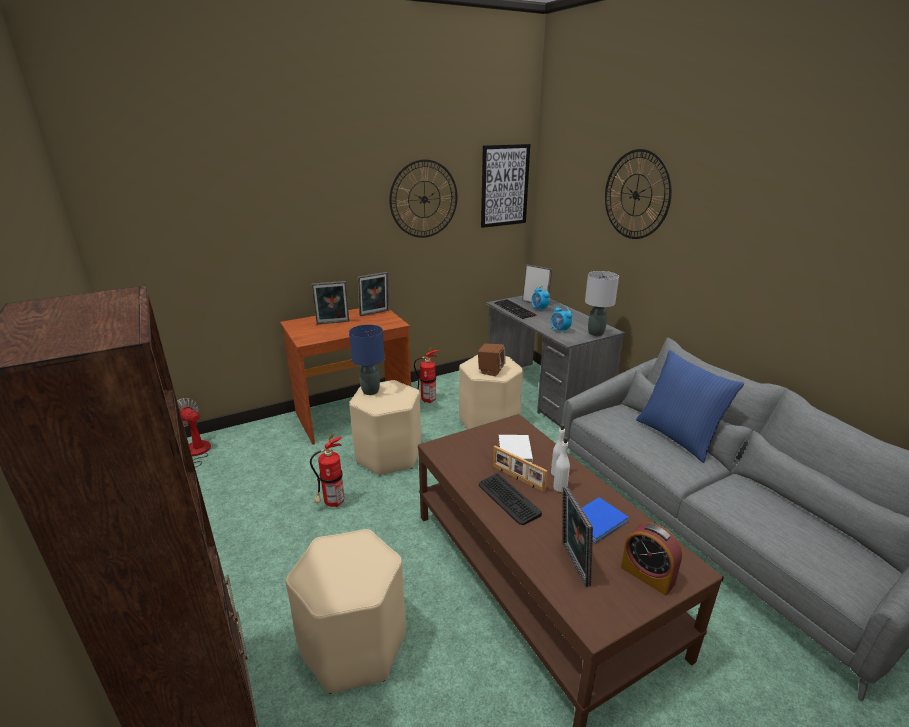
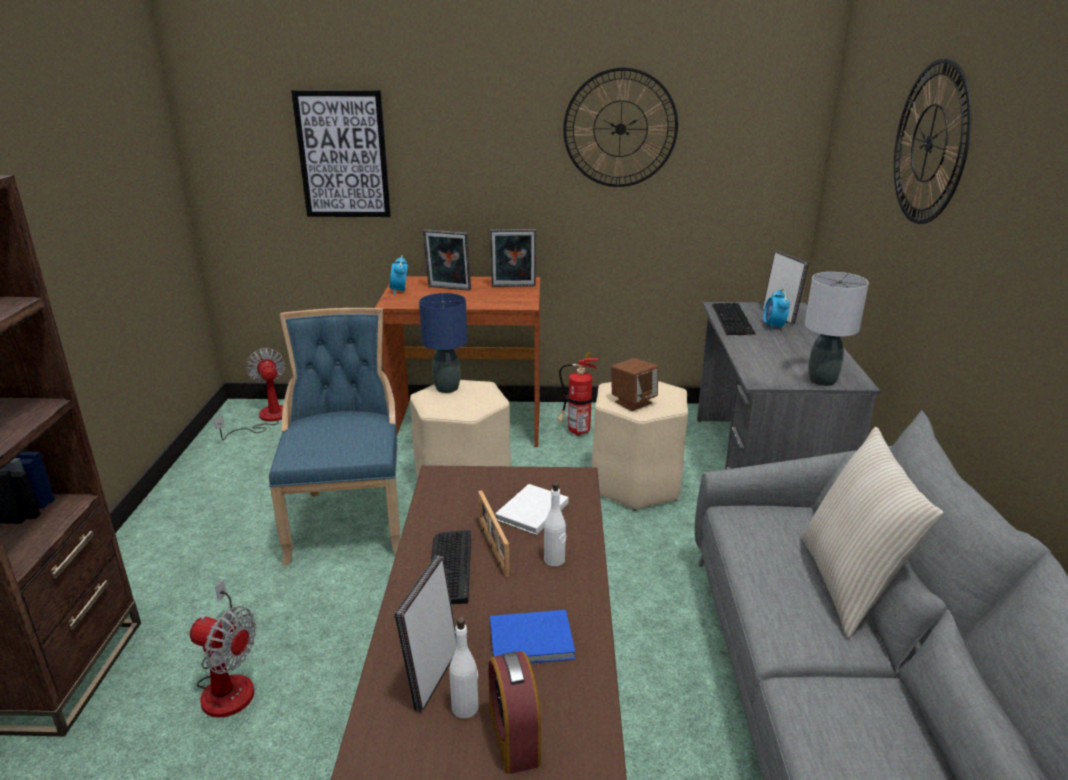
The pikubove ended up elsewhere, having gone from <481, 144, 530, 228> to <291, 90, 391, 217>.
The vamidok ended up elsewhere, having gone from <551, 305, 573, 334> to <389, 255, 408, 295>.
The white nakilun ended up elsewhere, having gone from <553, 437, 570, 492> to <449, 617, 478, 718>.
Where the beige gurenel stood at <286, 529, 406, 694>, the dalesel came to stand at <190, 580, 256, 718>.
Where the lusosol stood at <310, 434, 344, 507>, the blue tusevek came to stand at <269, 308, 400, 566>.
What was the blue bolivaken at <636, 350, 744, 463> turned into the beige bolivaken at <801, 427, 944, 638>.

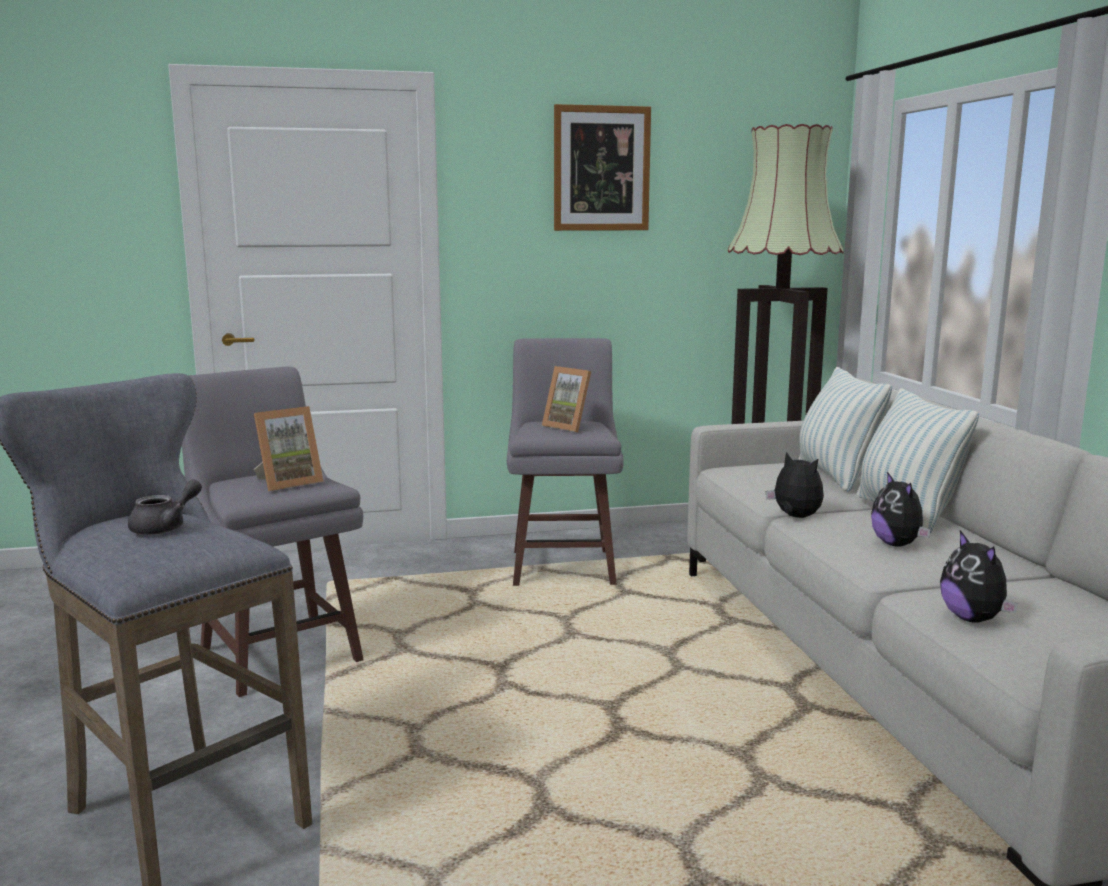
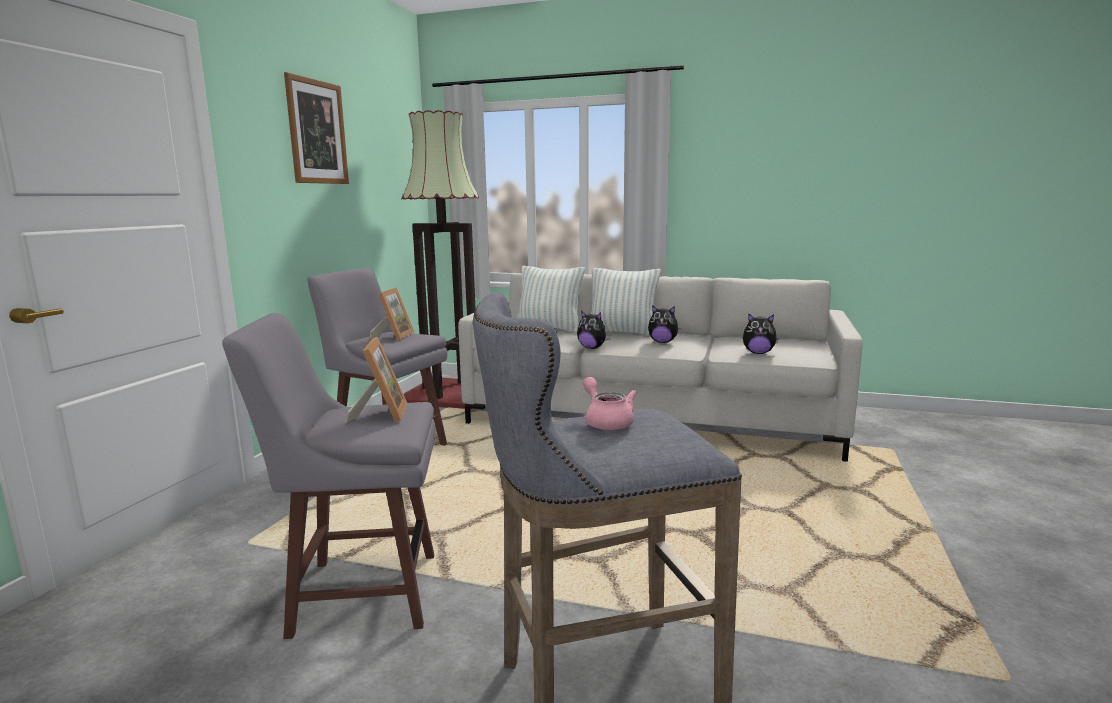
What was the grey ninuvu at <128, 480, 202, 535> turned into the pink ninuvu at <583, 377, 637, 430>.
The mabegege at <542, 366, 591, 432> ended up facing another way, 60 degrees counterclockwise from before.
The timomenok at <766, 452, 824, 518> ended up facing another way, 135 degrees counterclockwise from before.

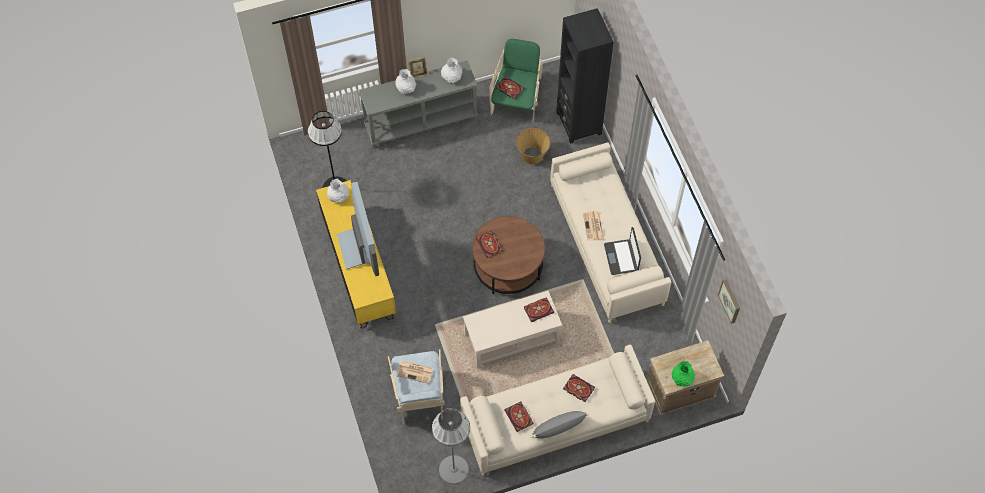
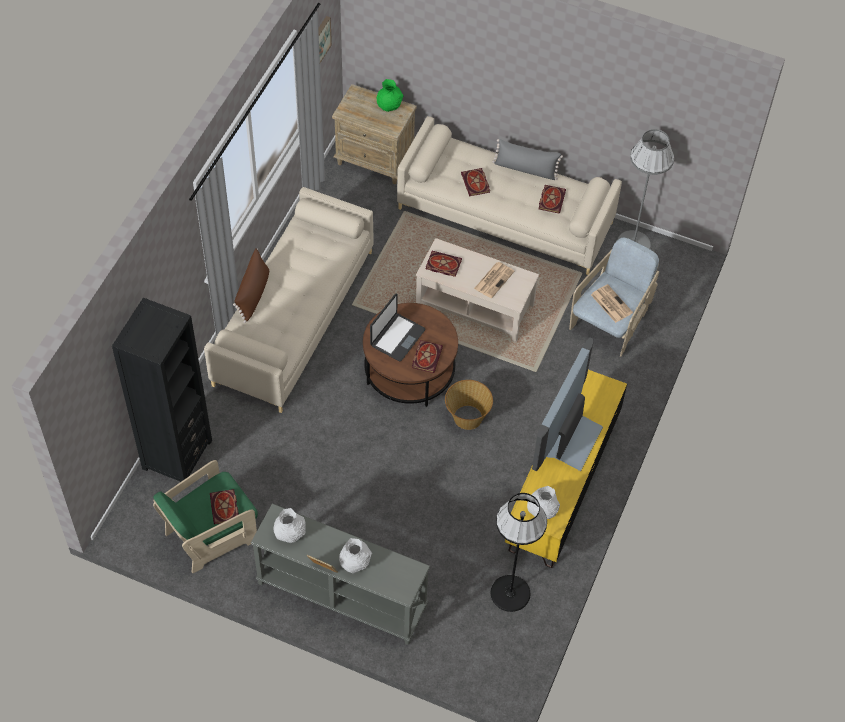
The second view gained the brown bolivaken at <233, 248, 269, 323>.
The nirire ended up elsewhere, having gone from <516, 128, 551, 165> to <445, 380, 493, 430>.
The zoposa ended up elsewhere, having gone from <583, 211, 604, 241> to <474, 262, 515, 298>.
The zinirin ended up elsewhere, having gone from <604, 227, 641, 275> to <370, 294, 425, 362>.

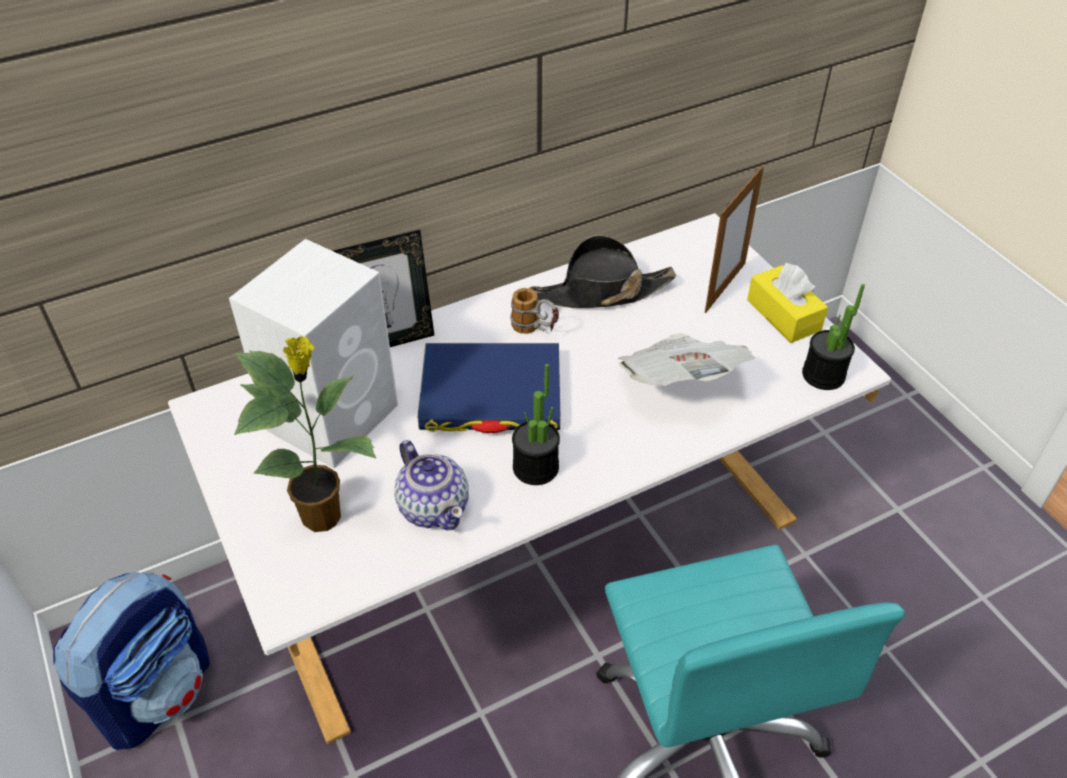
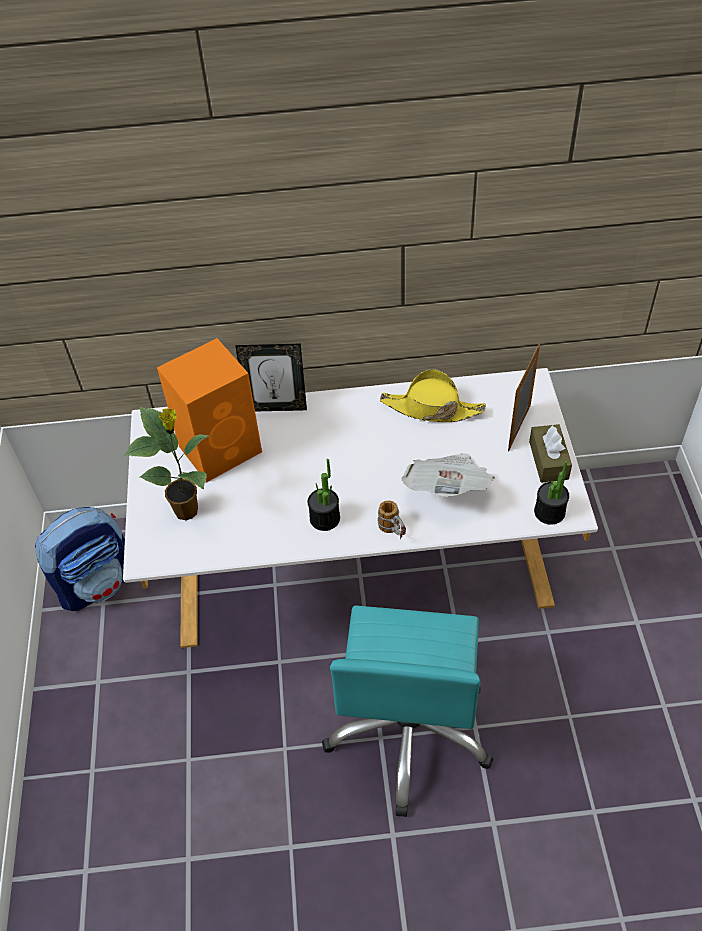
The second view lost the ninuvu at <394, 440, 469, 531>.
The second view lost the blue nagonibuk at <417, 343, 561, 433>.
The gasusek ended up elsewhere, having gone from <510, 288, 559, 334> to <377, 500, 406, 539>.
What was the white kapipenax at <229, 239, 398, 468> turned into the orange kapipenax at <157, 338, 262, 482>.
What was the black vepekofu at <530, 235, 676, 308> turned into the yellow vepekofu at <380, 369, 486, 422>.
What was the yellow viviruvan at <747, 263, 828, 343> turned into the brown viviruvan at <529, 424, 572, 483>.
The mabegege at <705, 165, 764, 313> ended up facing another way, 150 degrees clockwise from before.

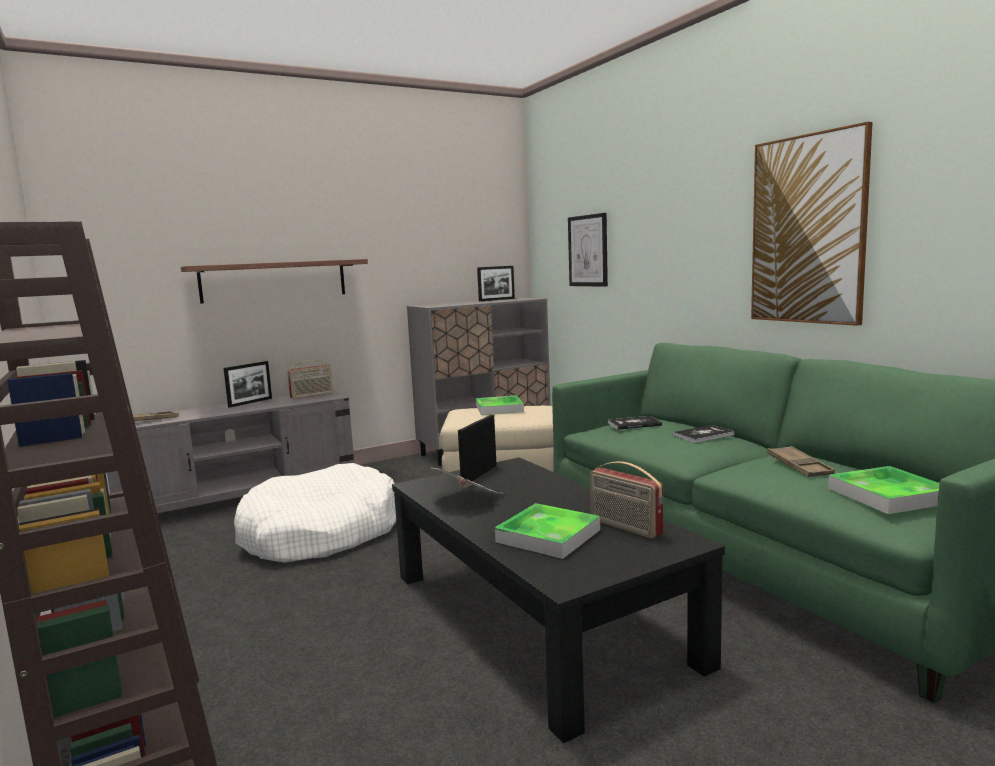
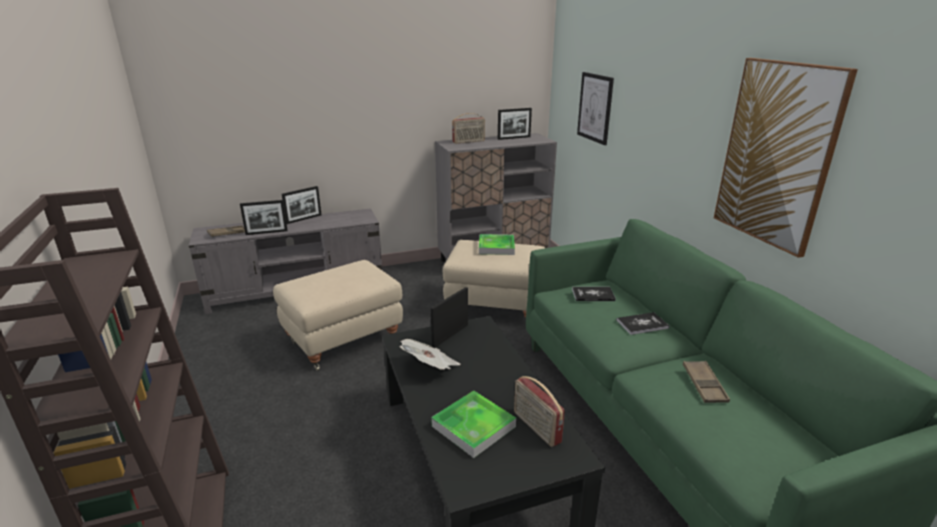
The second view lost the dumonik at <181, 259, 368, 304>.
The second view lost the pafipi at <828, 466, 939, 514>.
The second view gained the mabegege at <240, 200, 288, 235>.
The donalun ended up elsewhere, having gone from <288, 360, 333, 399> to <452, 113, 485, 144>.
Where the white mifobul stood at <234, 463, 396, 563>, the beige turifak came to stand at <273, 260, 403, 371>.

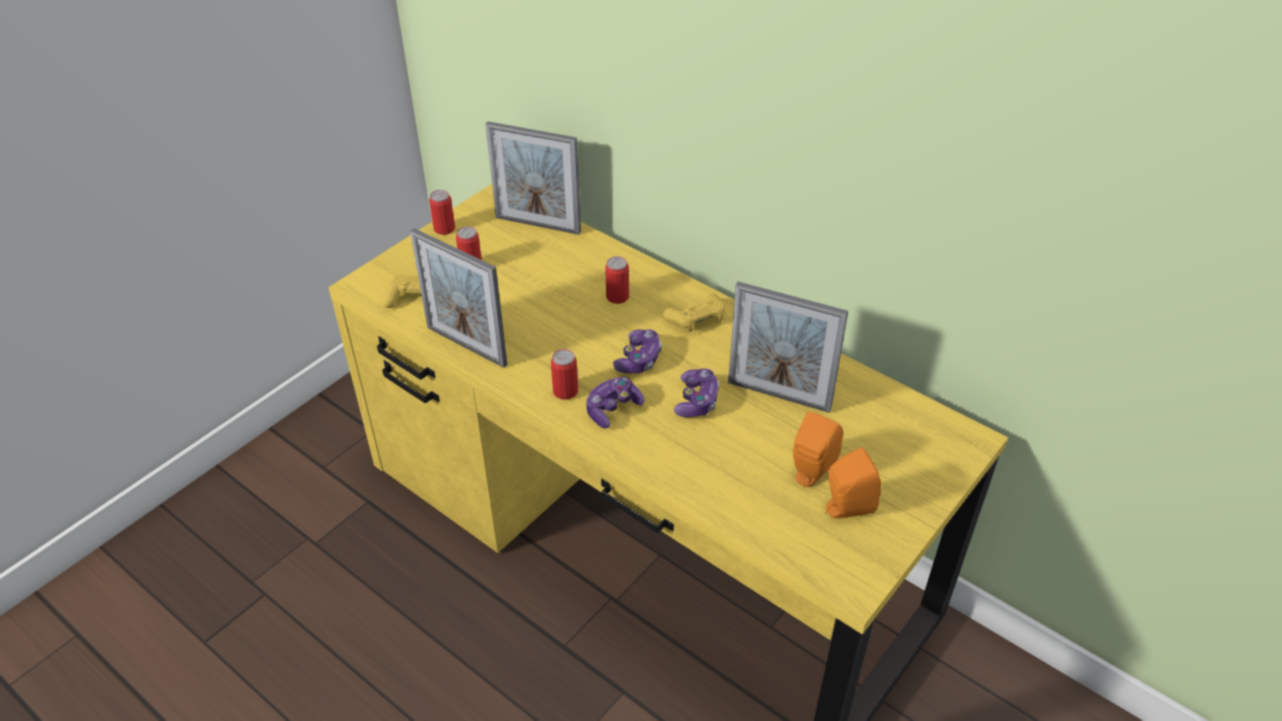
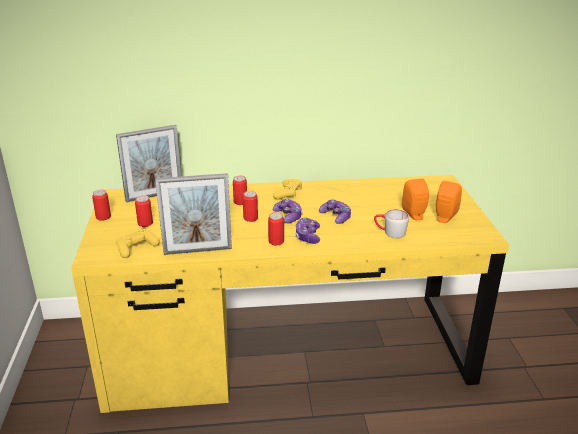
The second view lost the mabegege at <728, 282, 848, 413>.
The second view gained the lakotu at <243, 191, 258, 222>.
The second view gained the grey gasusek at <374, 209, 409, 238>.

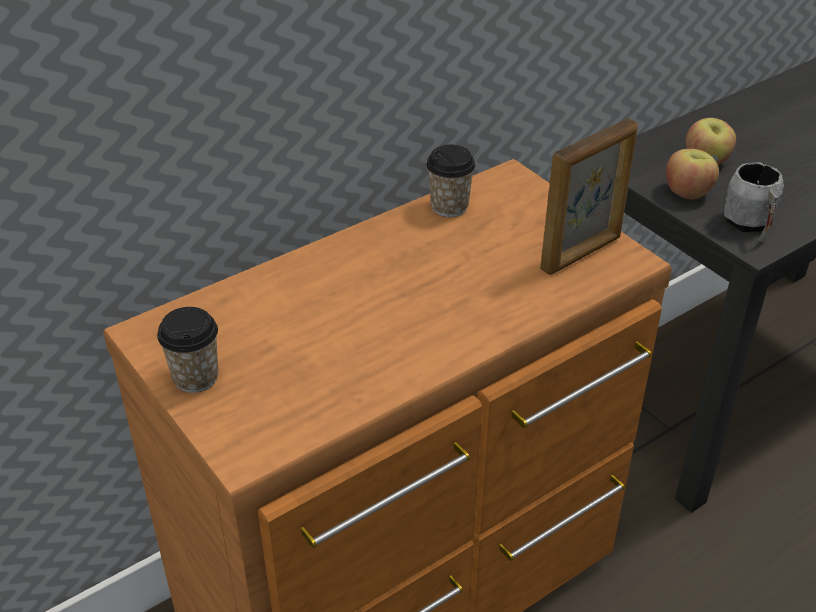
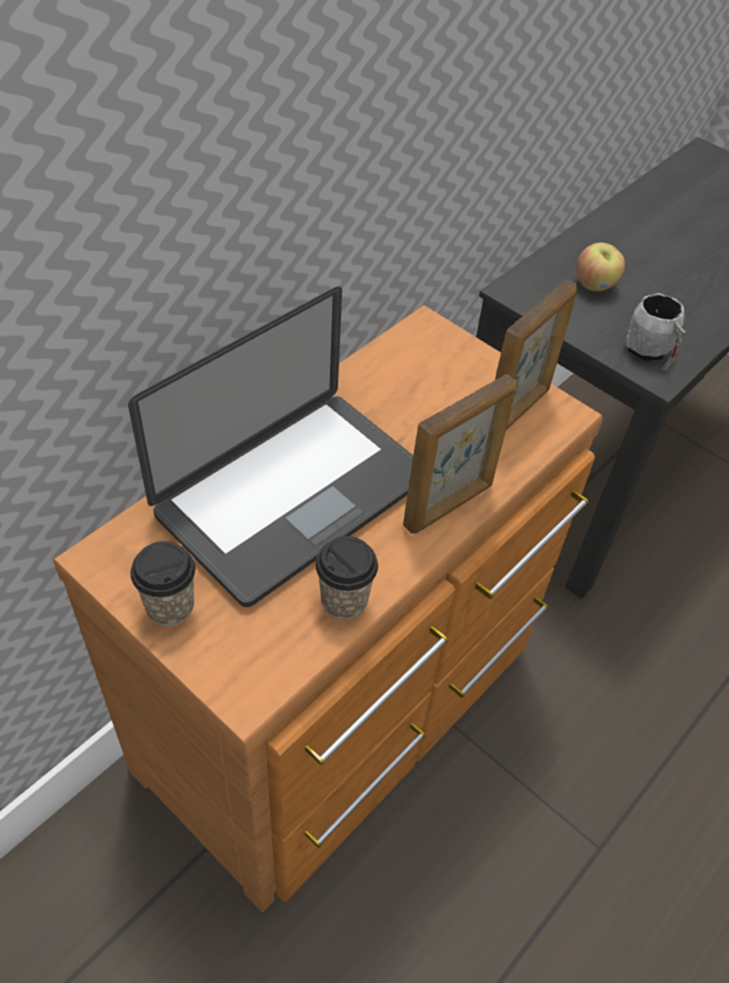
The second view lost the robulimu at <666, 149, 719, 199>.
The second view gained the zinirin at <128, 286, 413, 607>.
The second view gained the mabegege at <403, 374, 517, 534>.
The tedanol ended up elsewhere, having gone from <426, 145, 475, 217> to <315, 536, 378, 619>.

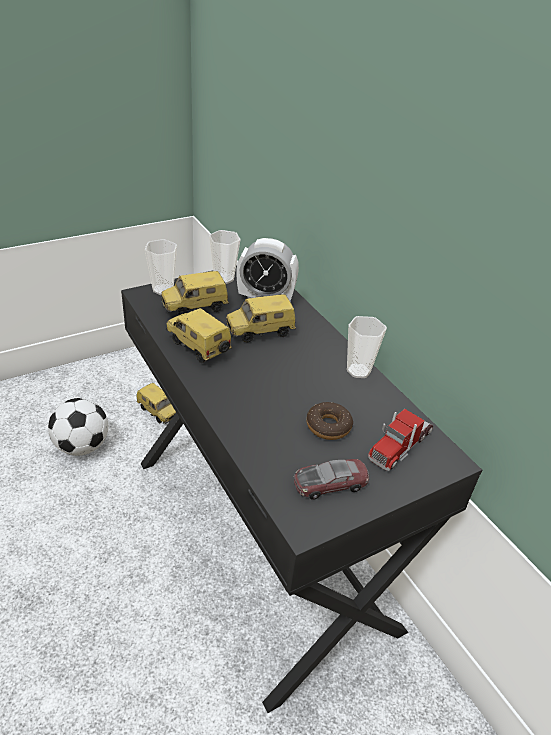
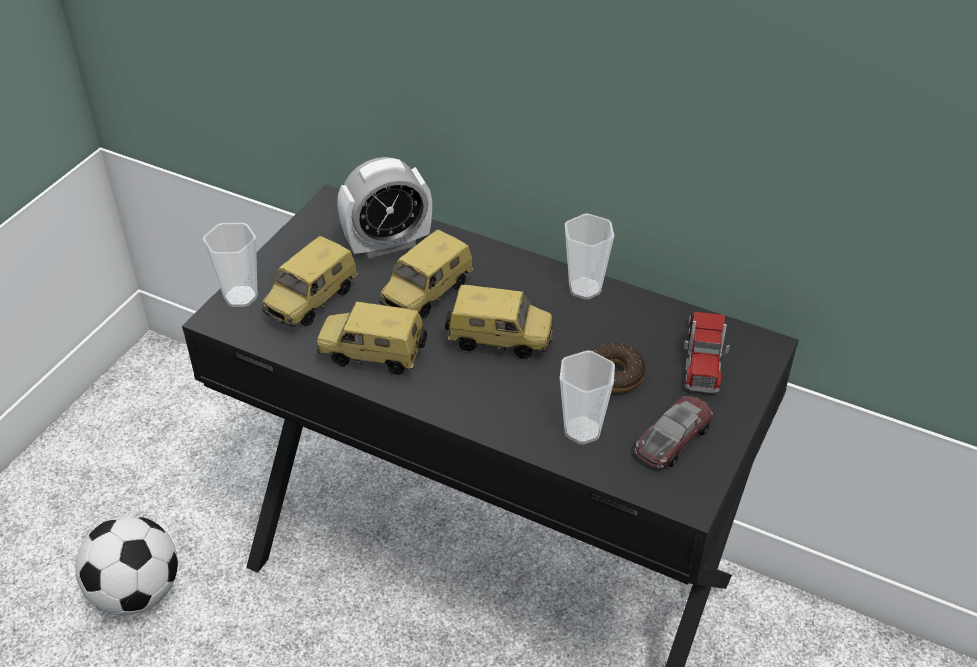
The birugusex ended up elsewhere, having gone from <136, 383, 176, 424> to <445, 285, 554, 359>.
The tedanol ended up elsewhere, having gone from <209, 230, 241, 284> to <560, 350, 615, 445>.

